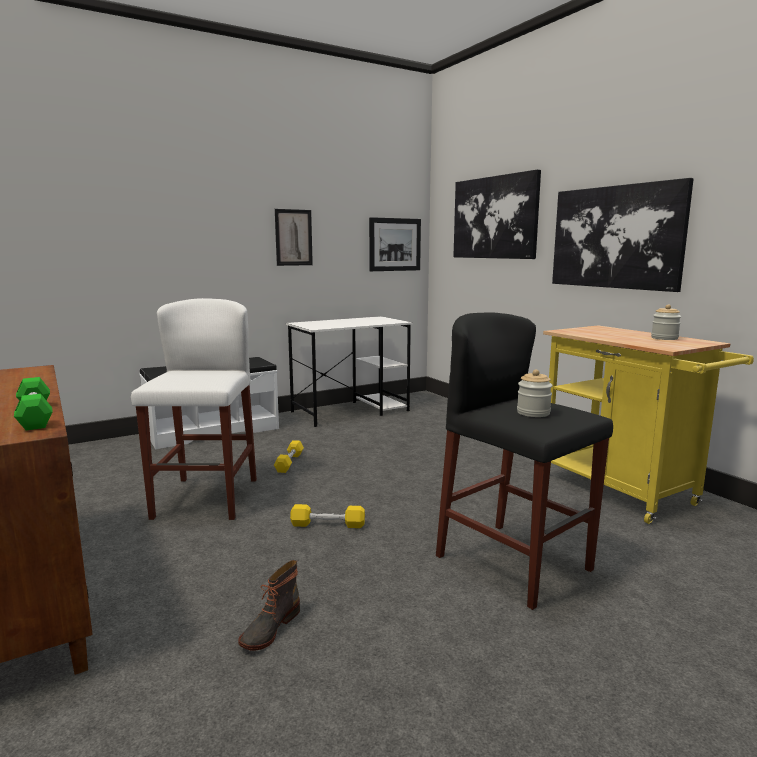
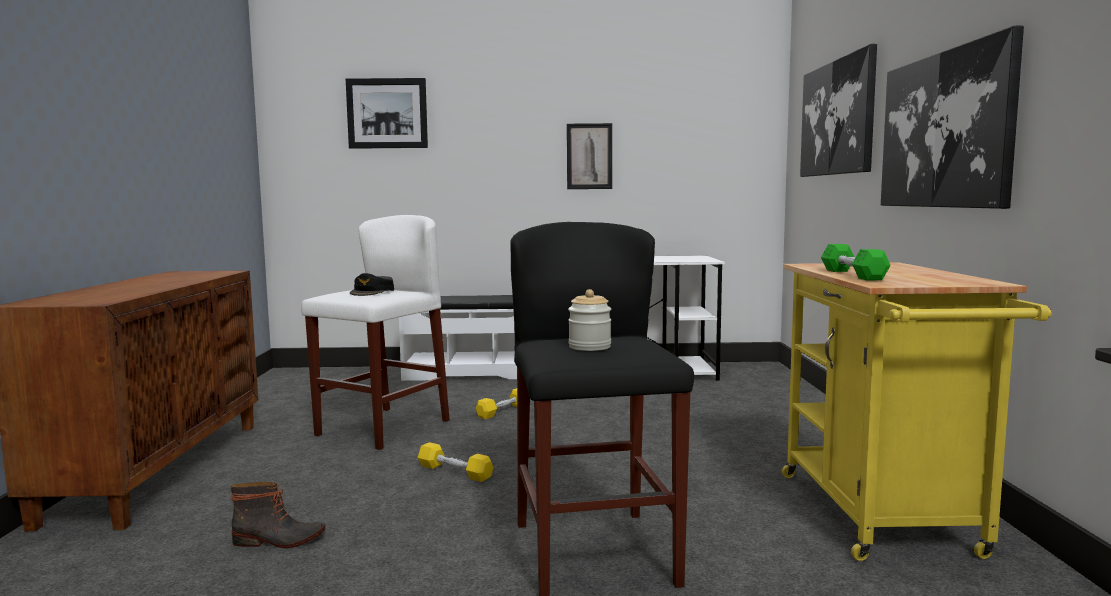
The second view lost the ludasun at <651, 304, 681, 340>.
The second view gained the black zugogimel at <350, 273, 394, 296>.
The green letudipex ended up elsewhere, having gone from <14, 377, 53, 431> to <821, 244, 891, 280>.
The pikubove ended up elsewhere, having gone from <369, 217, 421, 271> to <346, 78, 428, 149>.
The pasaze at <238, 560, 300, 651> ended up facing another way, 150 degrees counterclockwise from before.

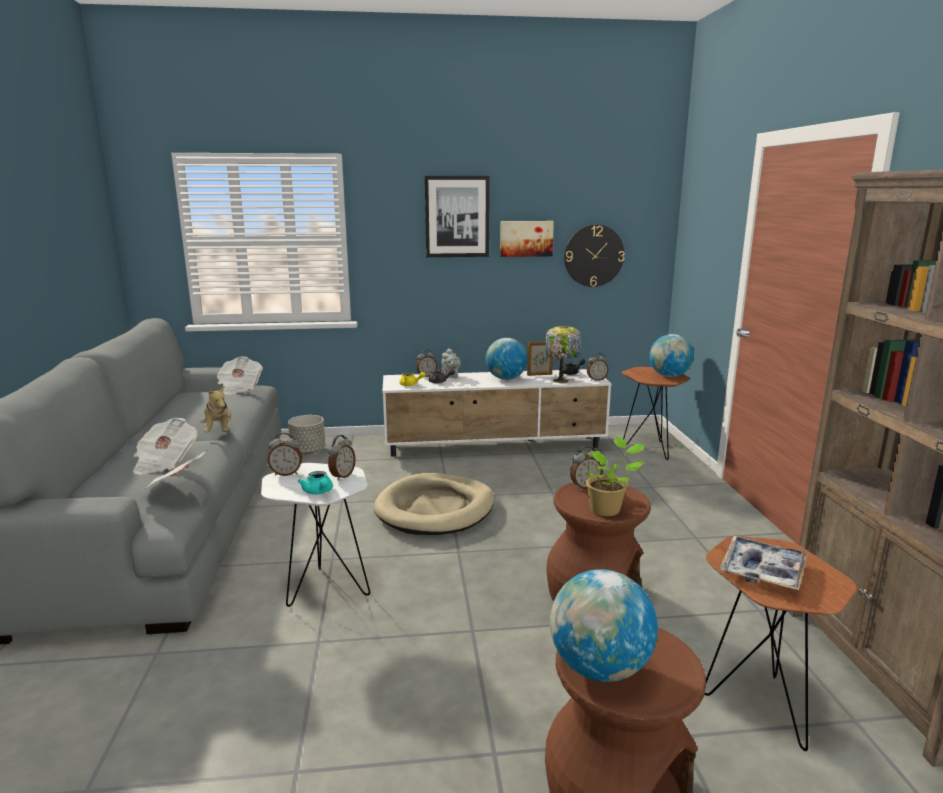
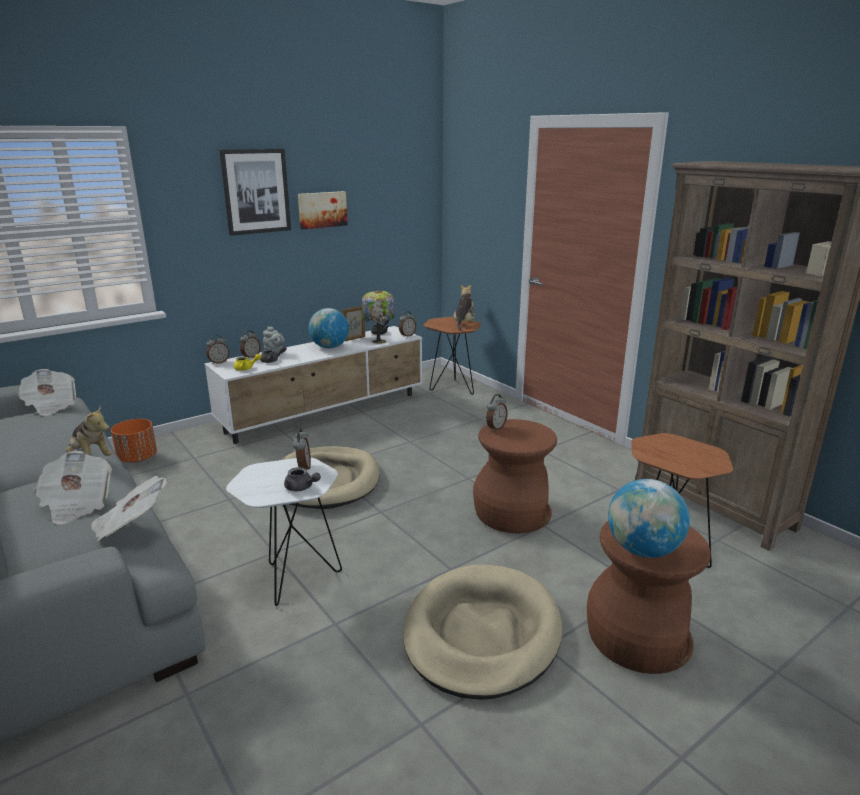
The second view lost the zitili at <564, 225, 625, 287>.
The second view lost the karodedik at <584, 437, 645, 516>.
The second view lost the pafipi at <720, 536, 808, 590>.
The second view gained the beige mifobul at <403, 564, 562, 700>.
The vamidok ended up elsewhere, having gone from <268, 433, 302, 476> to <206, 335, 229, 364>.
Where the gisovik stood at <650, 334, 694, 377>, the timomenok came to stand at <454, 285, 476, 331>.
What was the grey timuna at <288, 415, 325, 454> turned into the orange timuna at <111, 419, 157, 463>.
What was the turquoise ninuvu at <298, 471, 333, 495> turned into the grey ninuvu at <284, 467, 321, 491>.

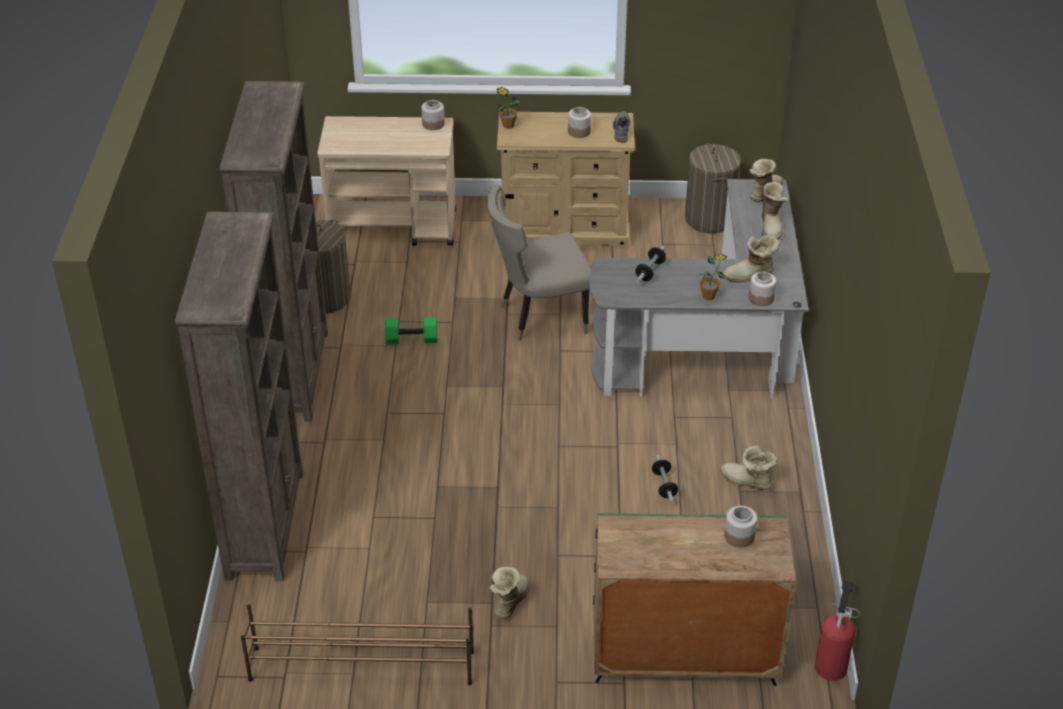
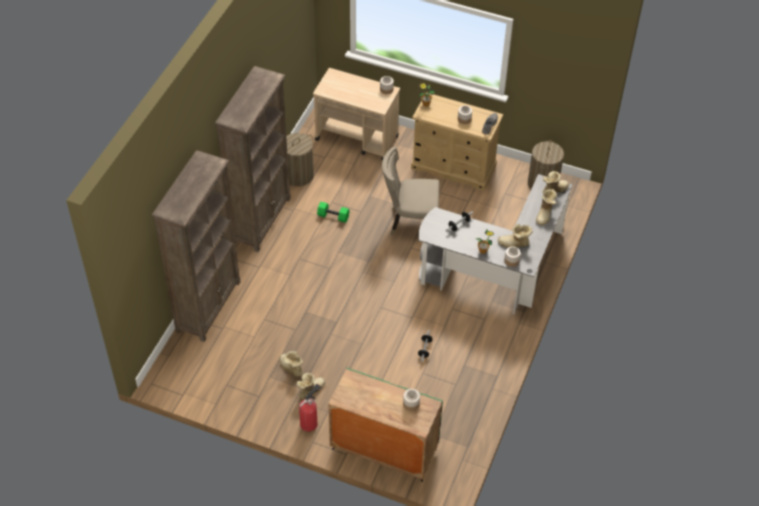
The second view lost the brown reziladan at <241, 604, 474, 685>.
The pasaze ended up elsewhere, having gone from <721, 446, 778, 490> to <279, 351, 303, 377>.
The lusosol ended up elsewhere, having gone from <815, 580, 860, 681> to <299, 383, 321, 432>.

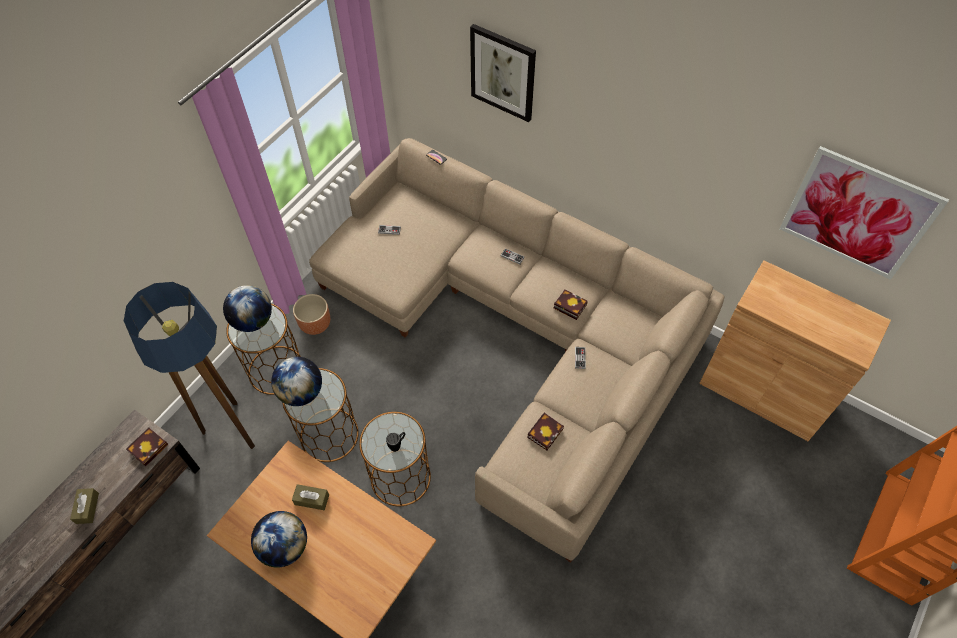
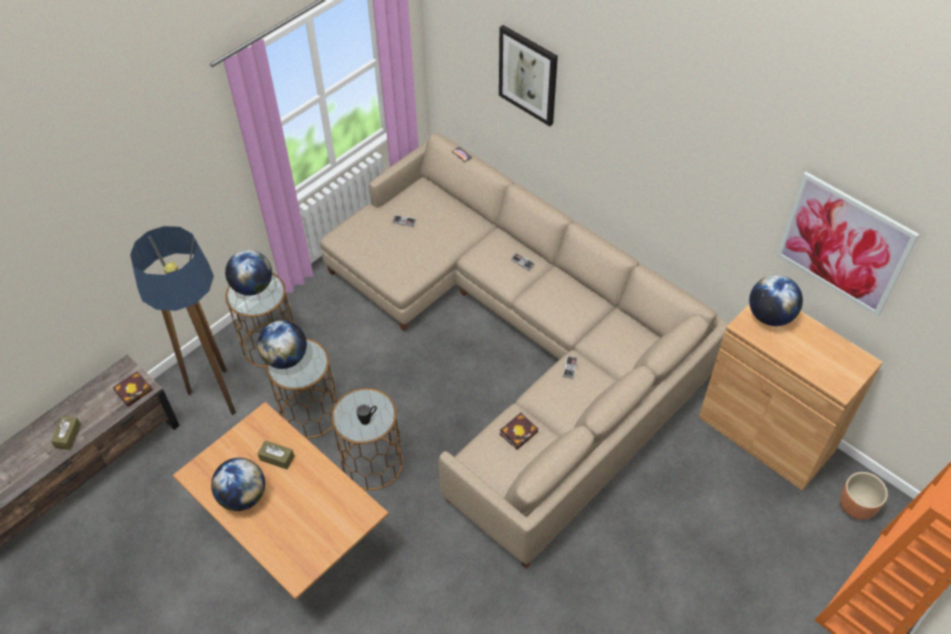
The second view lost the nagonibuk at <554, 289, 588, 320>.
The second view gained the gisovik at <749, 275, 803, 326>.
The brown timuna ended up elsewhere, having gone from <293, 294, 330, 335> to <840, 472, 888, 520>.

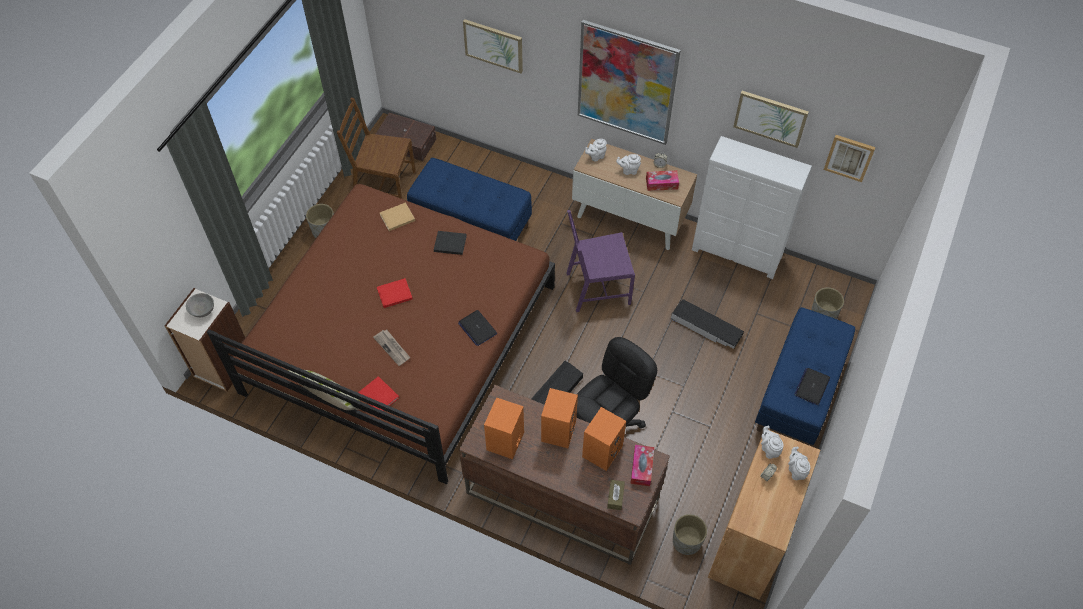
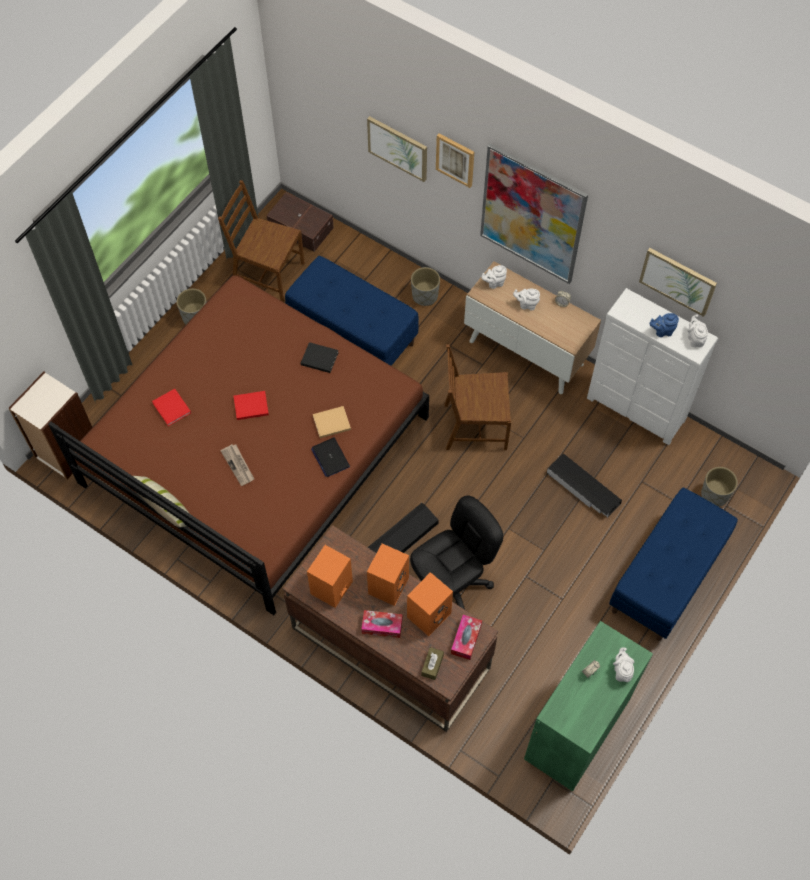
The second view lost the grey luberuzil at <186, 293, 214, 317>.
The second view lost the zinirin at <794, 368, 830, 405>.
The second view gained the blue ninuvu at <649, 313, 679, 337>.
The red nagonibuk ended up elsewhere, having gone from <358, 376, 399, 411> to <152, 389, 191, 426>.
The beige nagonibuk ended up elsewhere, having gone from <380, 202, 415, 231> to <313, 406, 351, 438>.
The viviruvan ended up elsewhere, having gone from <646, 170, 679, 191> to <361, 610, 402, 638>.
The grey timuna ended up elsewhere, having gone from <673, 514, 707, 555> to <411, 267, 440, 306>.
The white ninuvu ended up elsewhere, having gone from <761, 426, 784, 459> to <687, 315, 708, 347>.
The pikubove ended up elsewhere, having gone from <824, 135, 876, 182> to <436, 133, 474, 188>.
What was the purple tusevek at <566, 210, 635, 312> turned into the brown tusevek at <444, 344, 511, 450>.
What was the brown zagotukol at <708, 430, 820, 599> turned into the green zagotukol at <524, 621, 653, 792>.

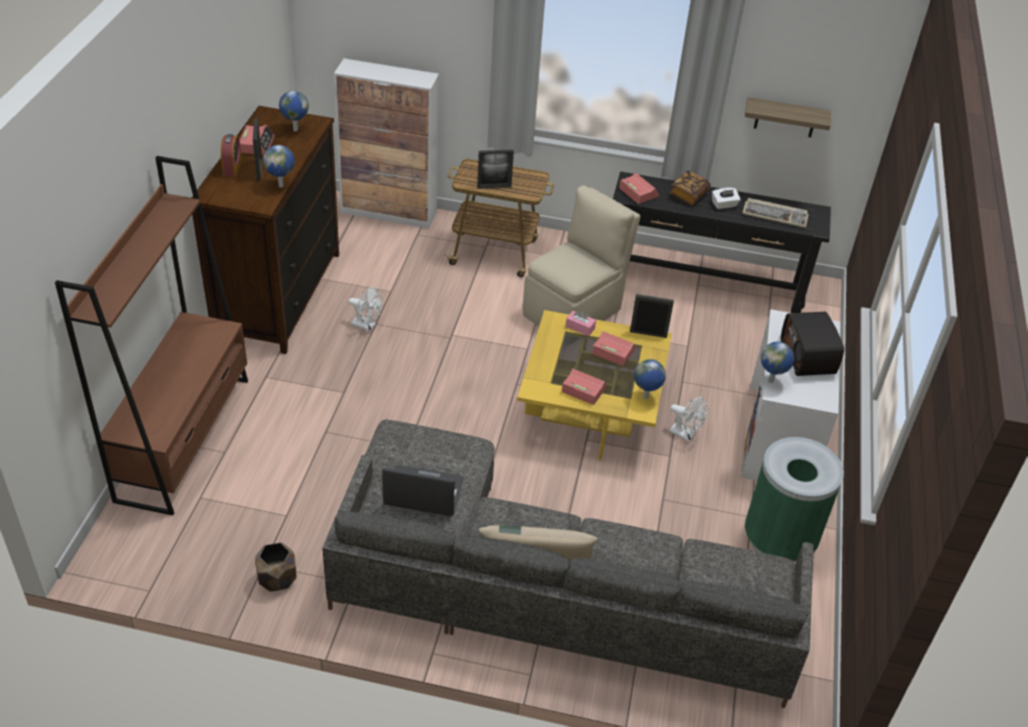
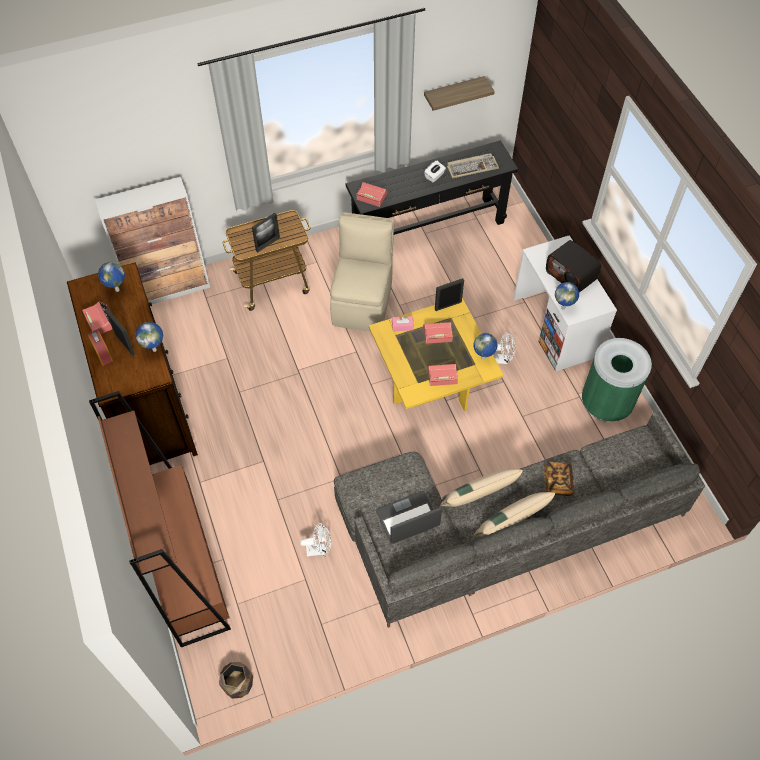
The second view gained the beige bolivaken at <440, 469, 523, 507>.
The brown timuna ended up elsewhere, having gone from <255, 543, 297, 592> to <219, 662, 253, 699>.
The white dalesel ended up elsewhere, having gone from <348, 287, 382, 331> to <300, 522, 331, 556>.
The nagonibuk ended up elsewhere, having gone from <670, 171, 710, 206> to <544, 462, 574, 496>.

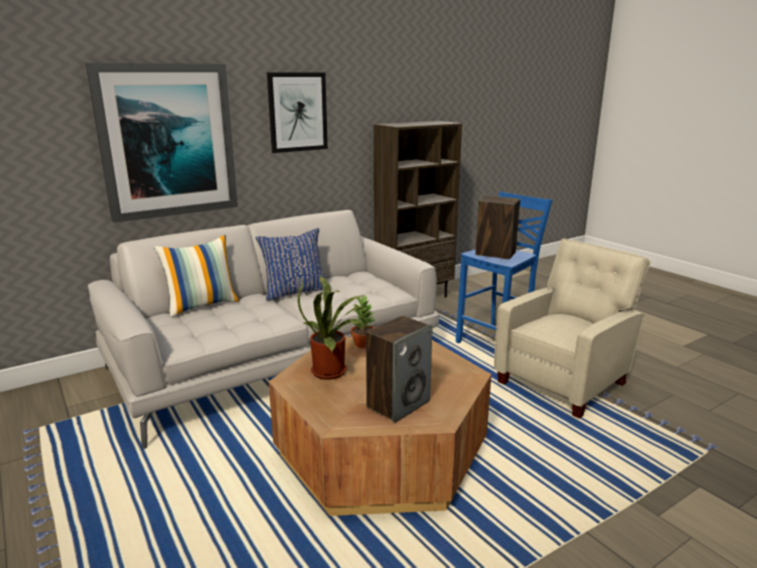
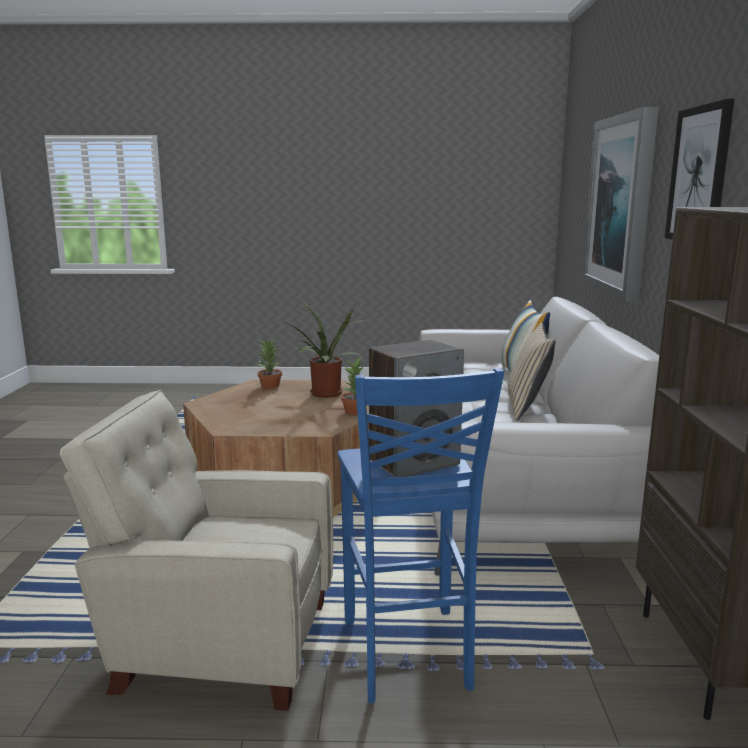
The second view lost the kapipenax at <366, 316, 433, 423>.
The second view gained the karodedik at <258, 339, 282, 389>.
What was the blue bolivaken at <256, 228, 327, 301> turned into the beige bolivaken at <508, 323, 555, 421>.
The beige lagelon at <494, 239, 651, 419> ended up facing another way, 105 degrees clockwise from before.

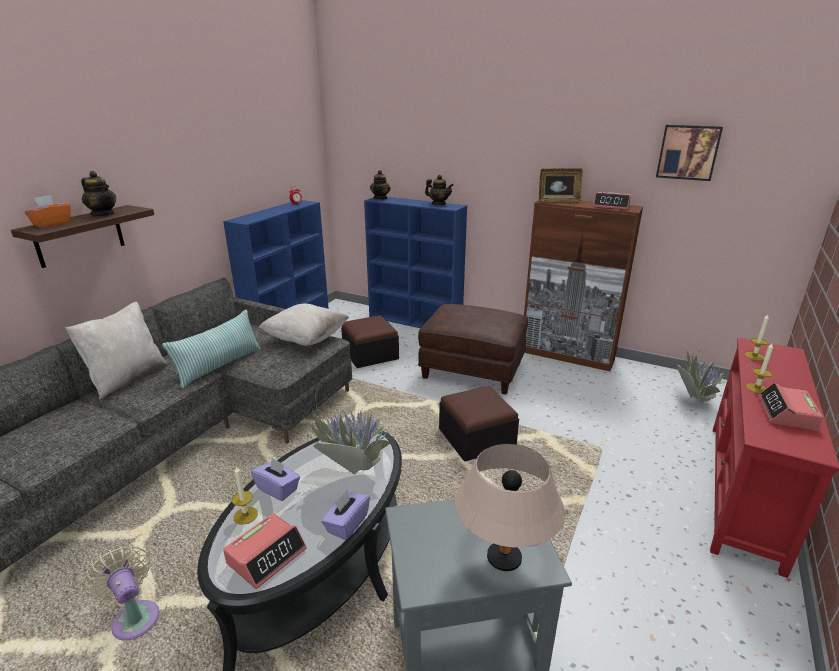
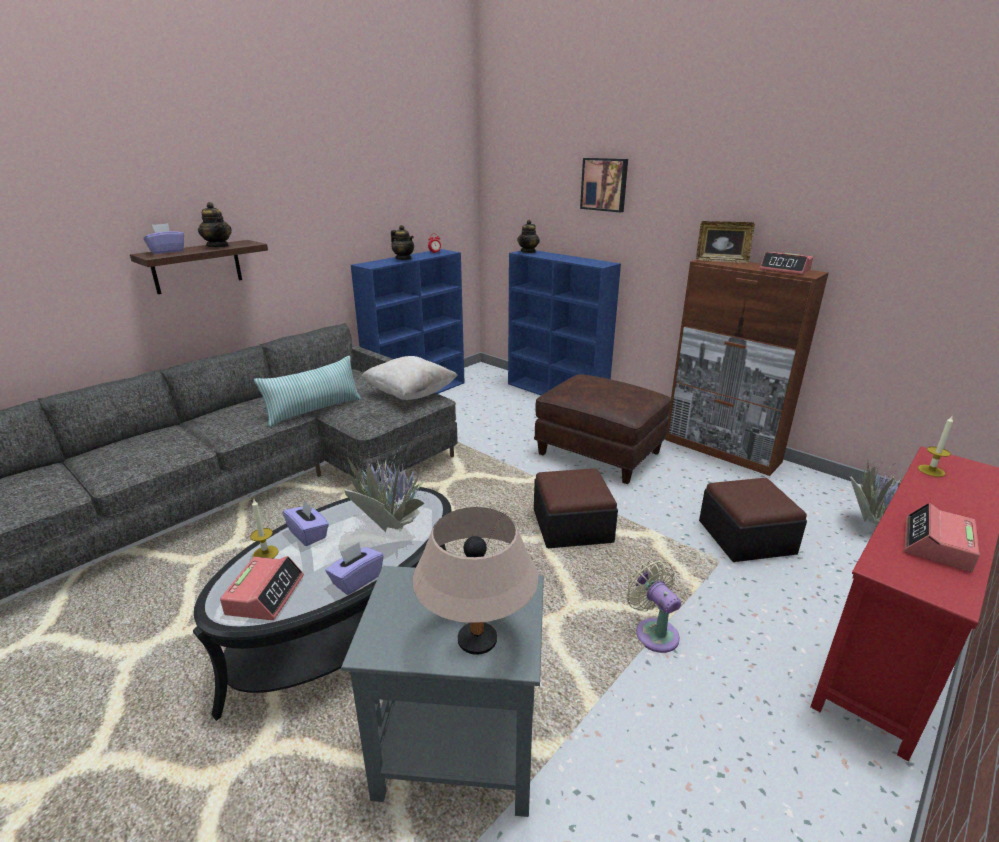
The second view lost the beige bolivaken at <65, 302, 168, 399>.
The second view lost the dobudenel at <746, 342, 773, 394>.
The beige dalesel ended up elsewhere, having gone from <84, 545, 159, 640> to <626, 560, 681, 653>.
The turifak ended up elsewhere, having gone from <341, 315, 399, 368> to <699, 478, 807, 562>.
The ninuvu ended up elsewhere, having gone from <425, 175, 454, 205> to <391, 225, 414, 260>.
The pikubove ended up elsewhere, having gone from <656, 125, 723, 181> to <580, 158, 628, 212>.
What was the orange viviruvan at <25, 195, 71, 228> turned into the purple viviruvan at <144, 223, 184, 254>.
The vamidok at <223, 513, 307, 589> ended up facing another way, 45 degrees counterclockwise from before.

